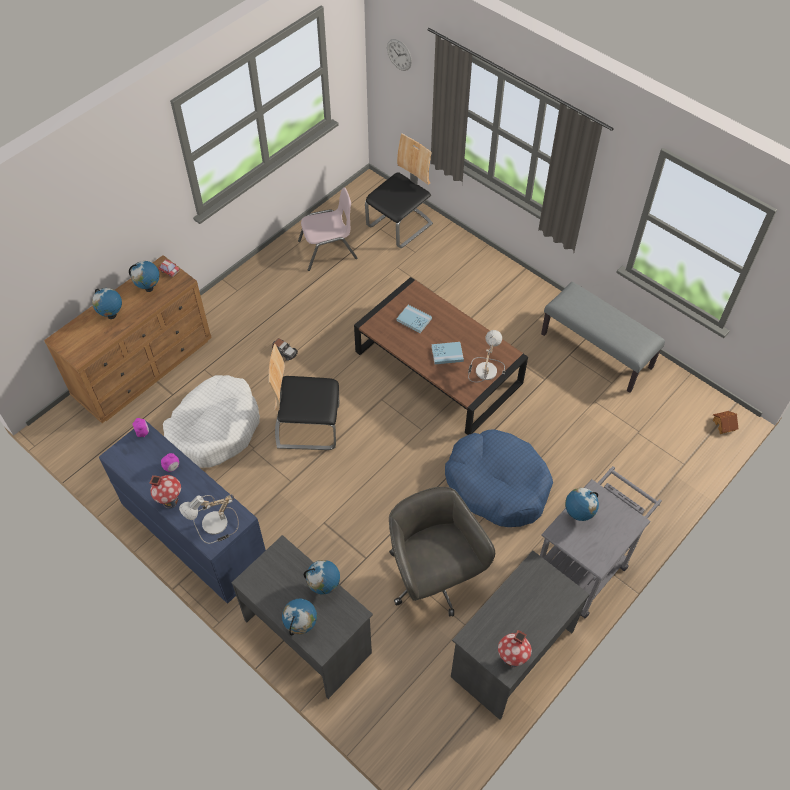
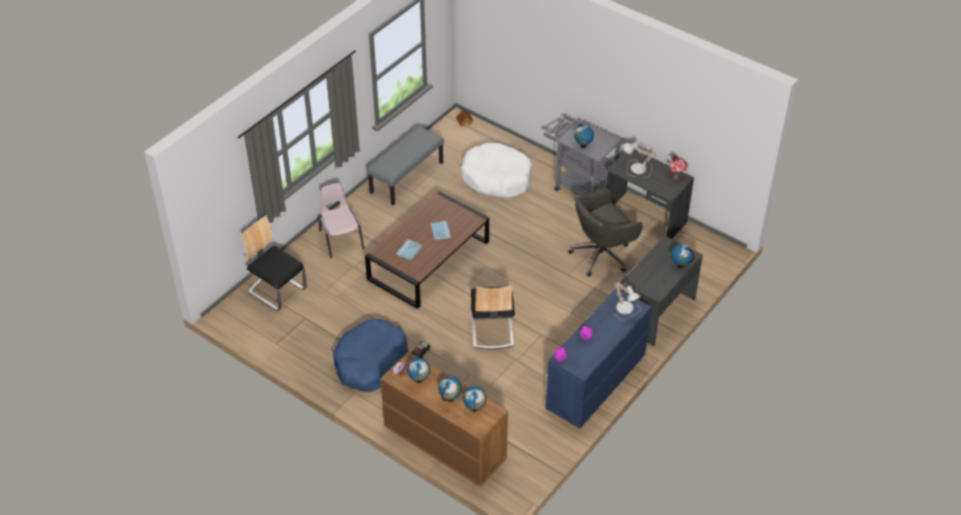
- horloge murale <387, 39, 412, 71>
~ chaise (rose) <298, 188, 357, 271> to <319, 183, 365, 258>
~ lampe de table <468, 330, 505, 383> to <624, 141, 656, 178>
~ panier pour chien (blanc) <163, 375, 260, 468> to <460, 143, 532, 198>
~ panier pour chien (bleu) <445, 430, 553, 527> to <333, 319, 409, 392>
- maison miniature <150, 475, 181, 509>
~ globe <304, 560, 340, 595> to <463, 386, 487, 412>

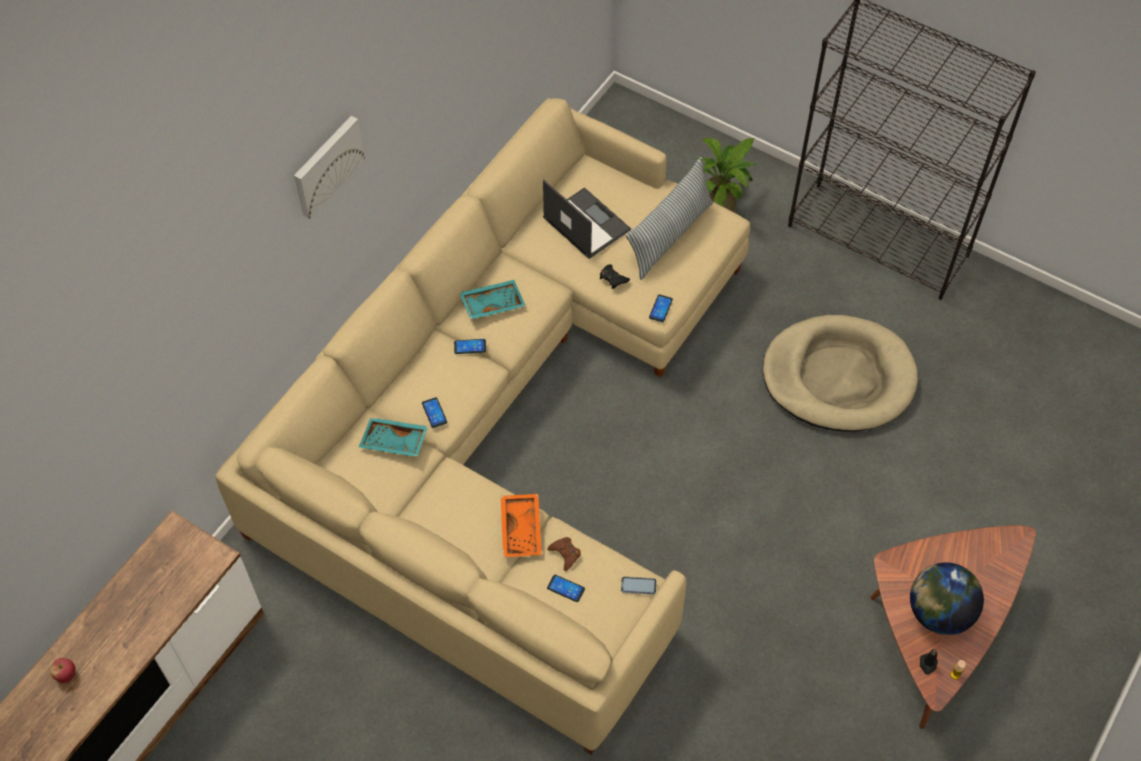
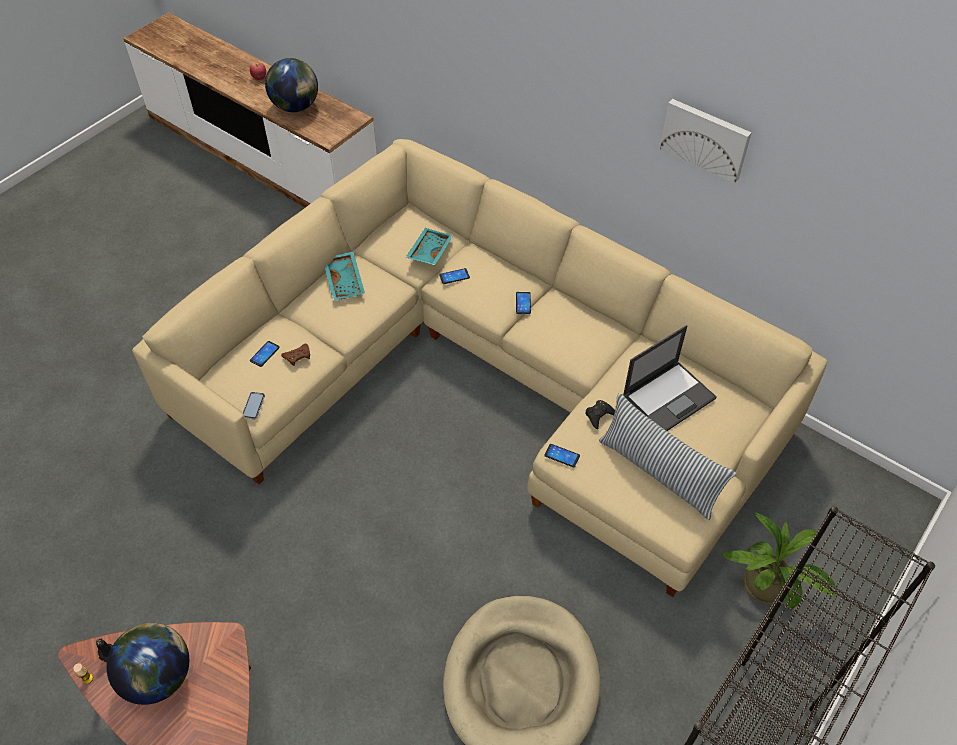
~ tableau <294, 116, 365, 219> to <660, 99, 752, 183>
~ plateau (turquoise) <460, 280, 526, 319> to <325, 252, 365, 301>
- plateau (orange) <501, 494, 542, 557>
+ globe <265, 58, 318, 112>

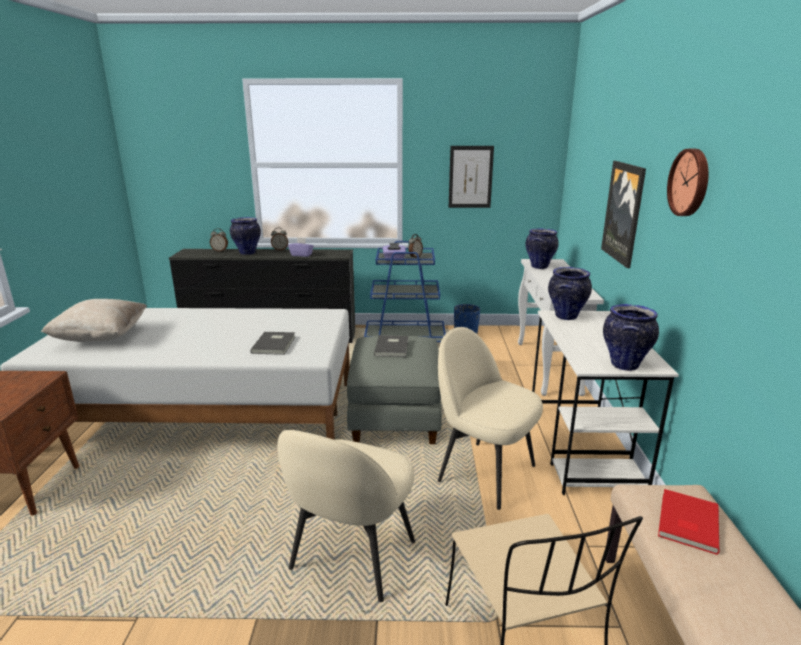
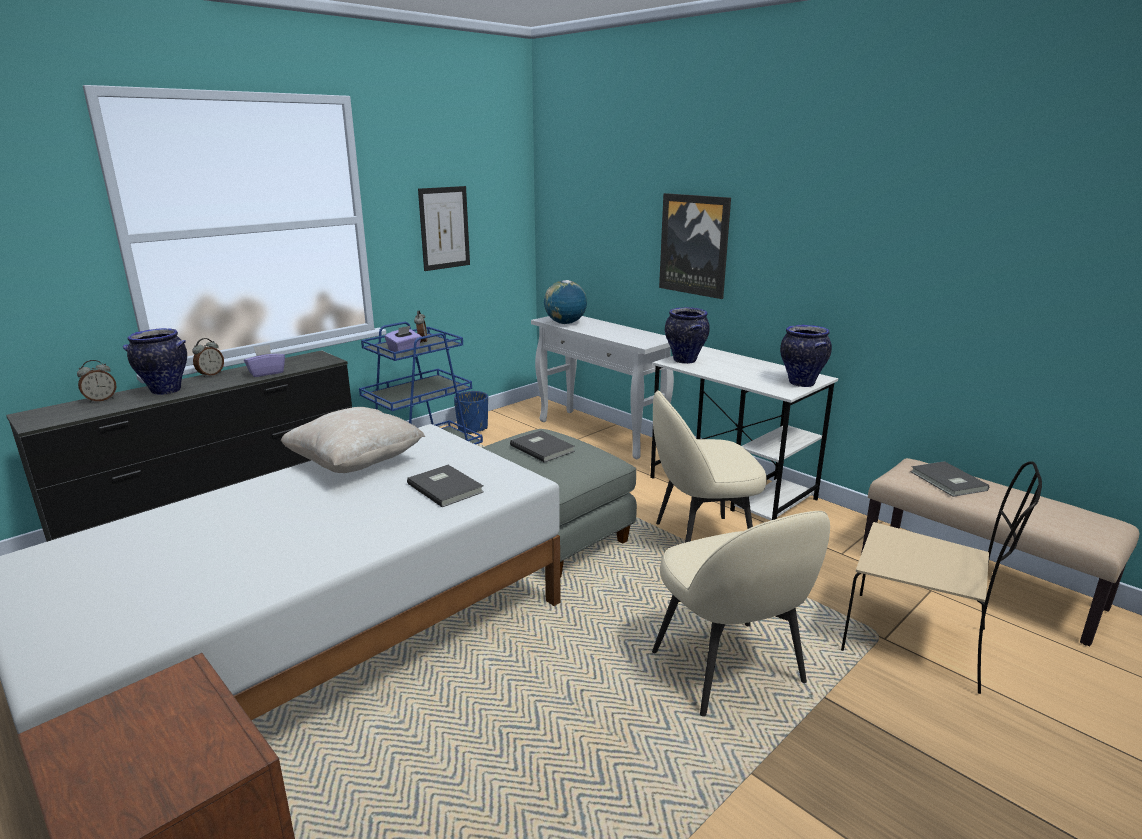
- horloge murale <667, 149, 709, 216>
~ vase <525, 228, 559, 269> to globe <544, 280, 587, 324>
~ coussin (beige) <41, 299, 147, 342> to <281, 407, 425, 473>
~ livre (rouge) <658, 489, 719, 555> to livre (gris) <911, 461, 989, 497>

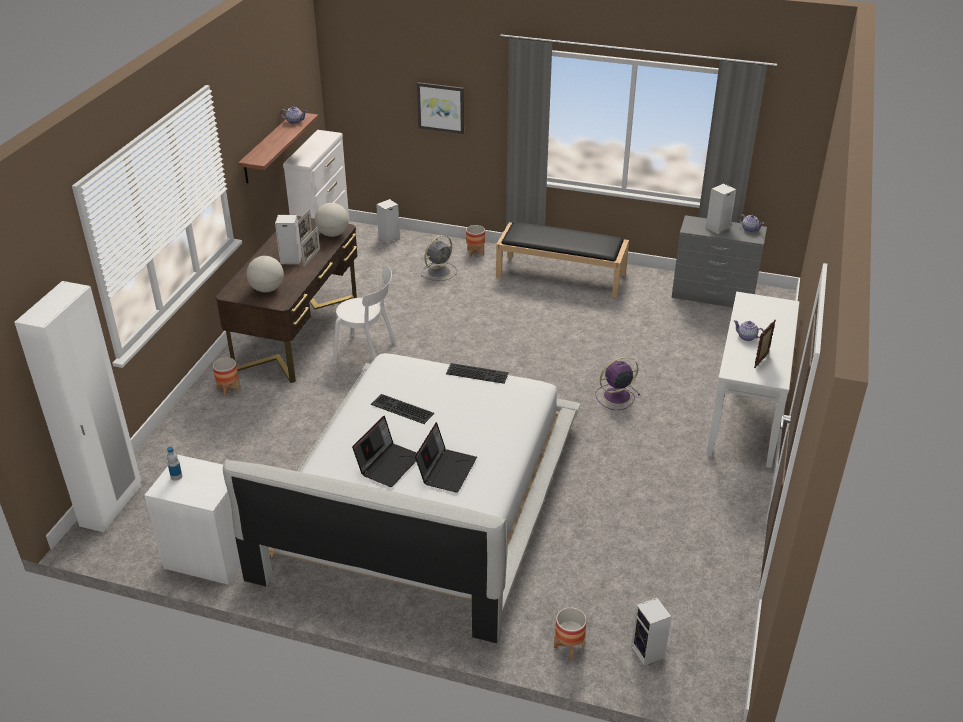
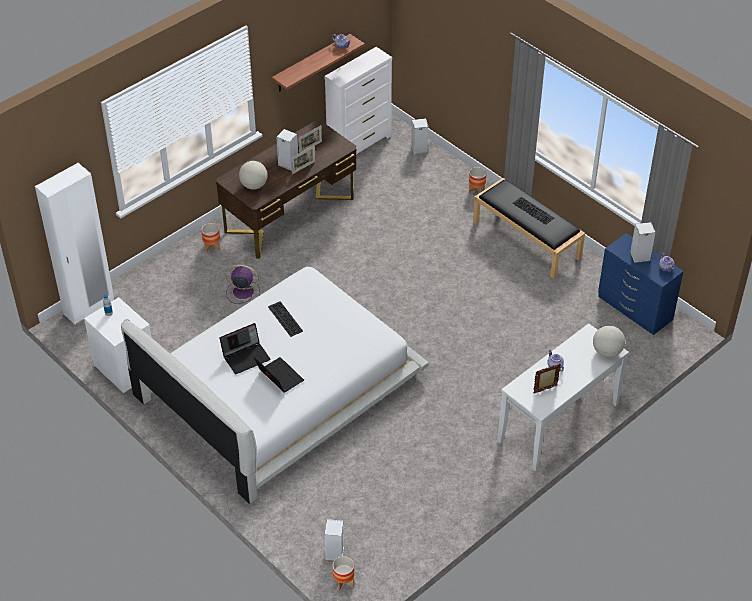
- tableau <417, 82, 464, 134>
~ globe <315, 203, 349, 237> to <593, 326, 625, 358>
~ commode (gris) <672, 215, 767, 307> to commode (bleu) <598, 233, 684, 335>
- ventilateur (gris) <420, 235, 457, 281>
- chaise (blanc) <333, 265, 396, 364>
~ ventilateur (violet) <596, 356, 640, 410> to <225, 264, 260, 304>
~ clavier <446, 363, 509, 384> to <513, 197, 554, 225>
~ ordinateur portable <415, 422, 477, 493> = <254, 357, 304, 393> 90 degrees counterclockwise
~ cache-pot <554, 607, 587, 659> to <332, 556, 354, 591>

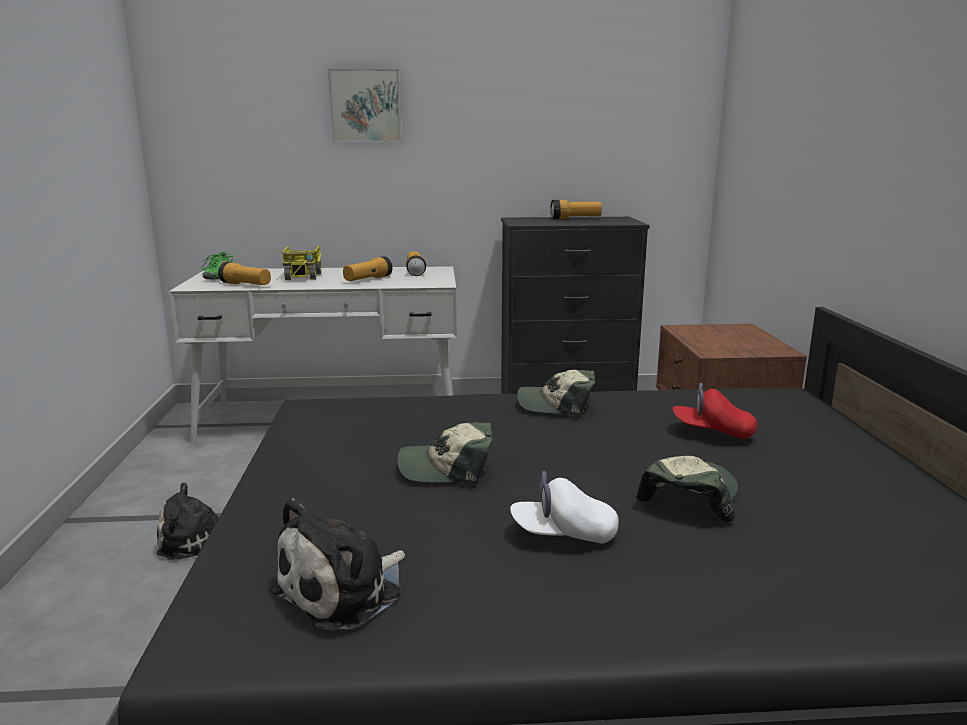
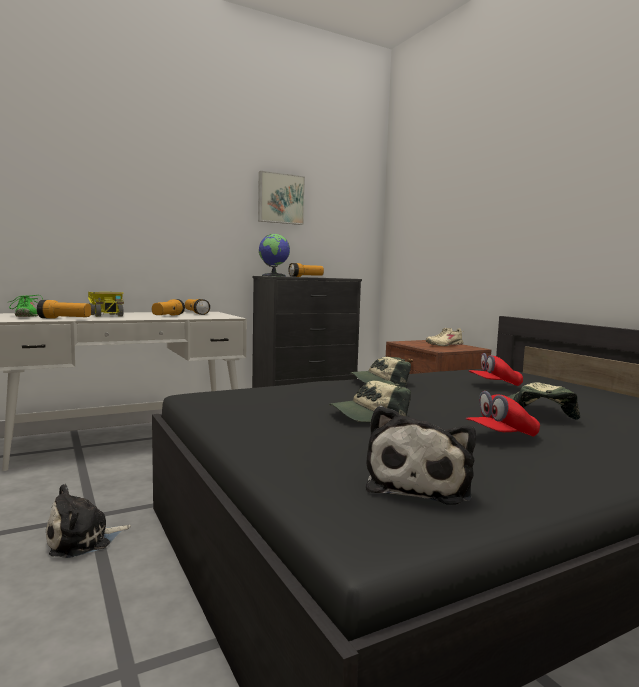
~ tableau <328, 69, 401, 142> to <258, 171, 305, 225>
~ casquette (blanc) <510, 471, 619, 544> to casquette (rouge) <465, 391, 540, 437>
+ globe <259, 234, 290, 277>
+ chaussure (beige) <426, 328, 464, 346>

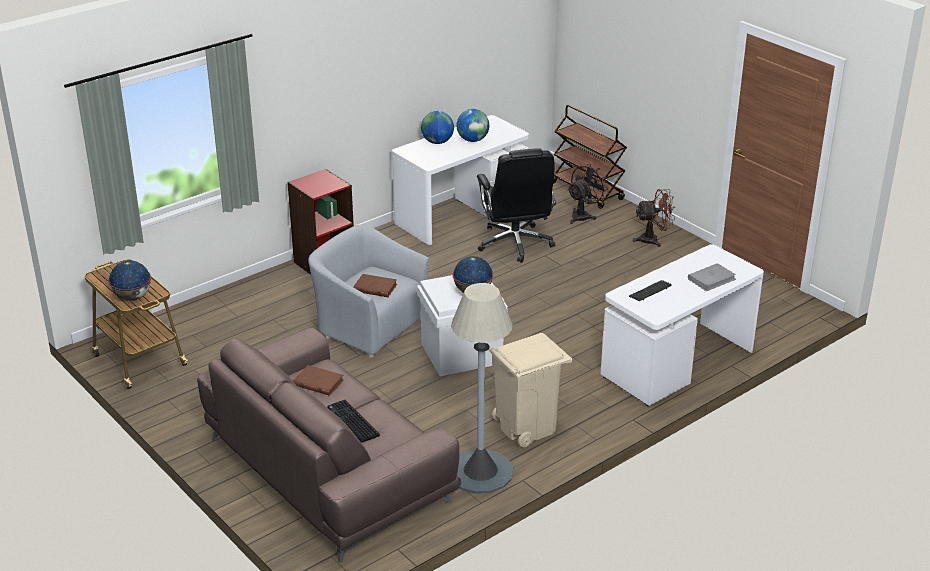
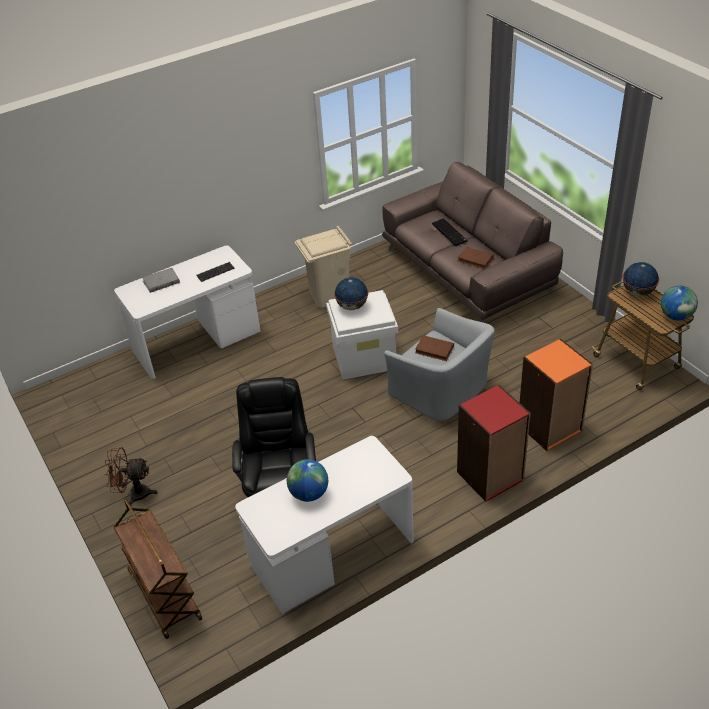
~ globe <421, 111, 454, 144> to <661, 286, 698, 321>
- ventilateur (noir) <567, 163, 608, 224>
- lampadaire (gris) <451, 283, 513, 494>
+ bibliothèque (orange) <520, 338, 593, 451>

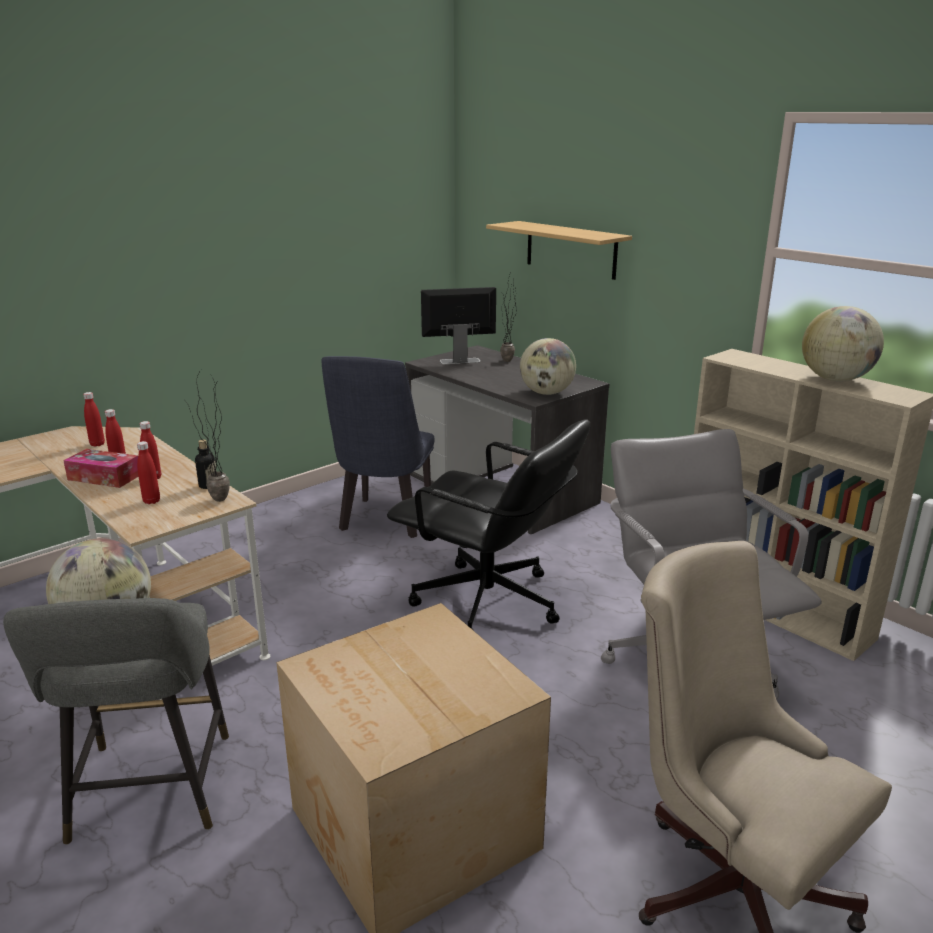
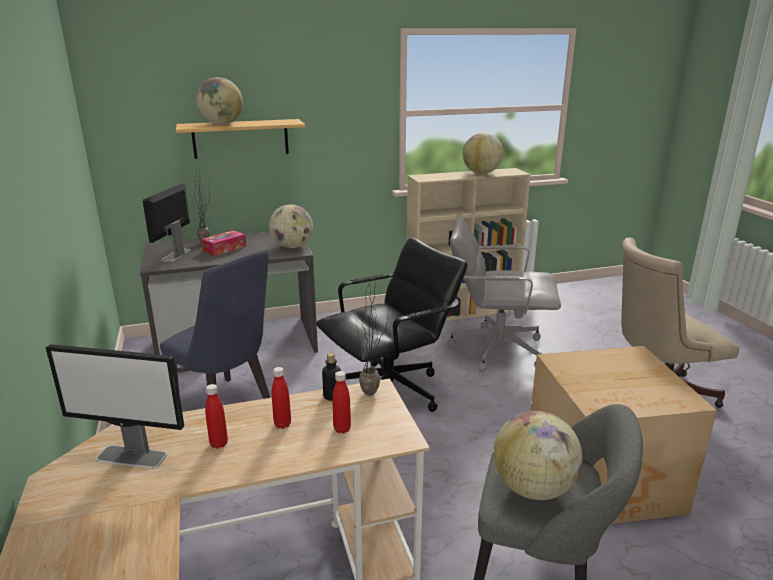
~ bouteille (rouge) <83, 392, 105, 447> to écran d'ordinateur <46, 344, 184, 469>
~ boîte à mouchoirs <63, 449, 139, 488> to <202, 230, 246, 256>
+ globe <196, 77, 243, 125>

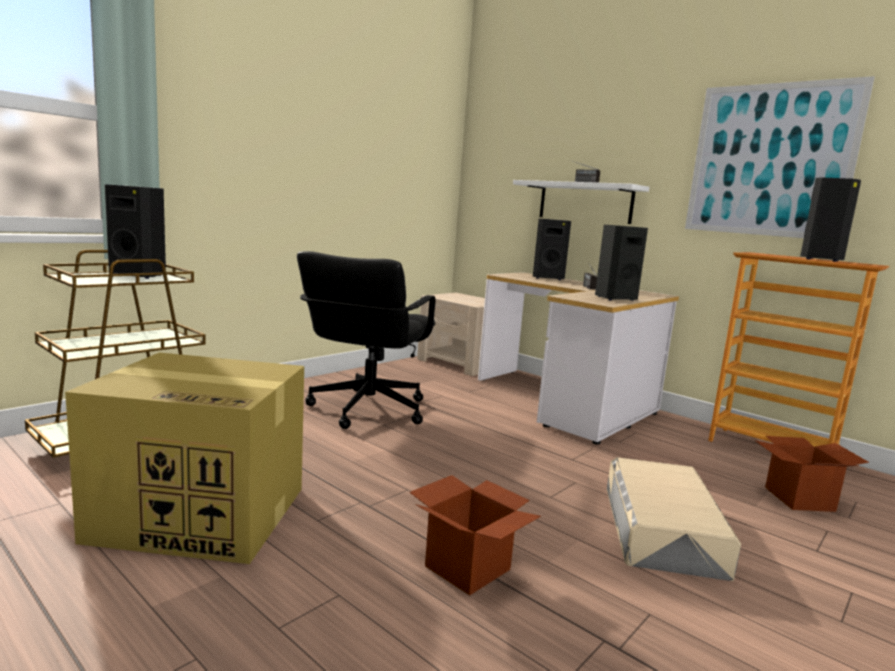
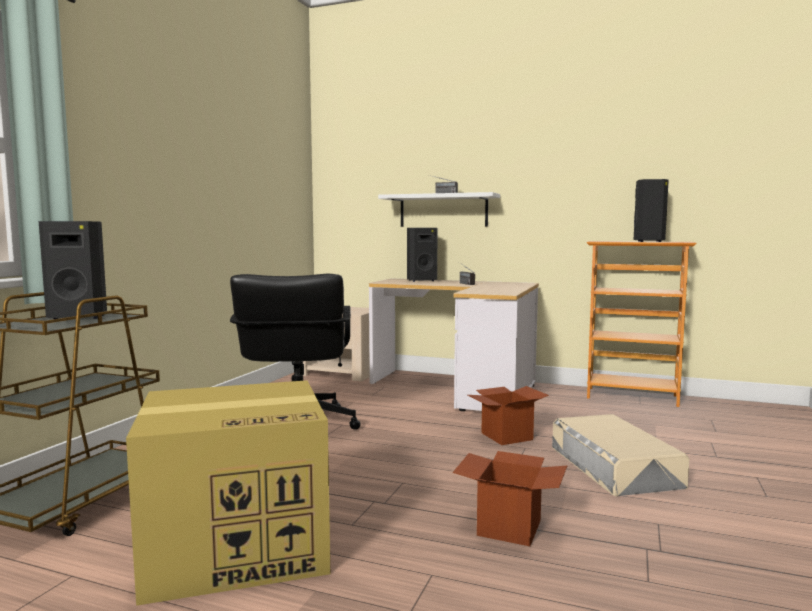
- tableau <685, 76, 875, 238>
- enceinte (noir) <595, 225, 648, 301>
~ carton <754, 436, 869, 512> to <468, 386, 549, 445>

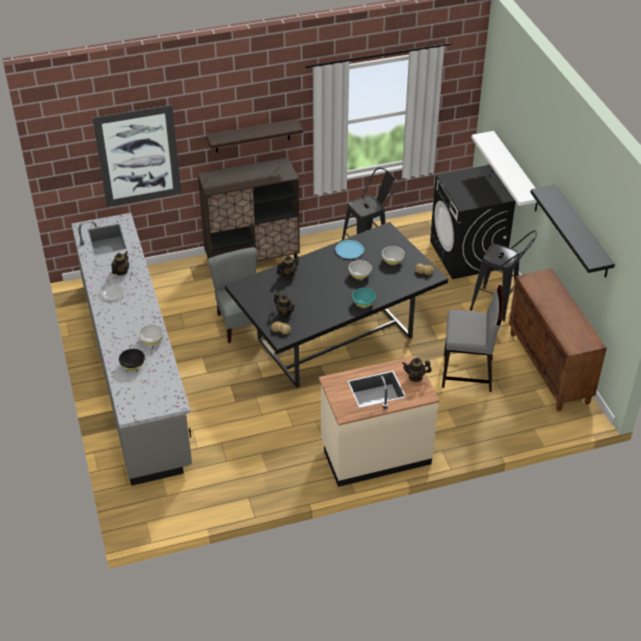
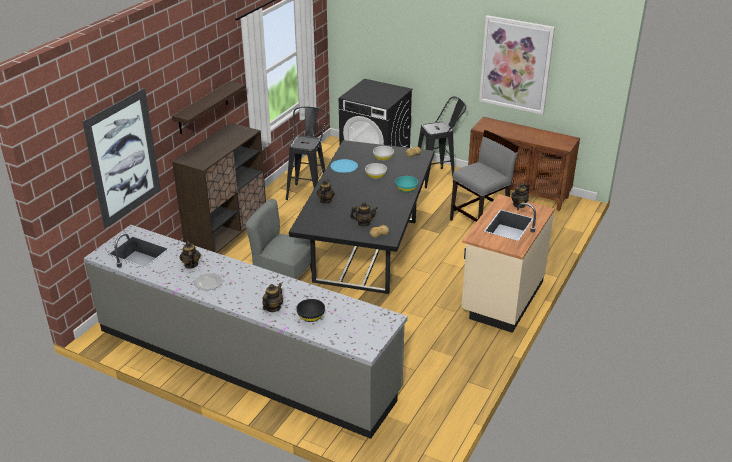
- étagère (blanc) <471, 131, 538, 211>
~ étagère (noir) <530, 185, 615, 278> to tableau <479, 15, 555, 115>
- bol (blanc) <138, 324, 163, 345>
+ théière <262, 283, 283, 312>

